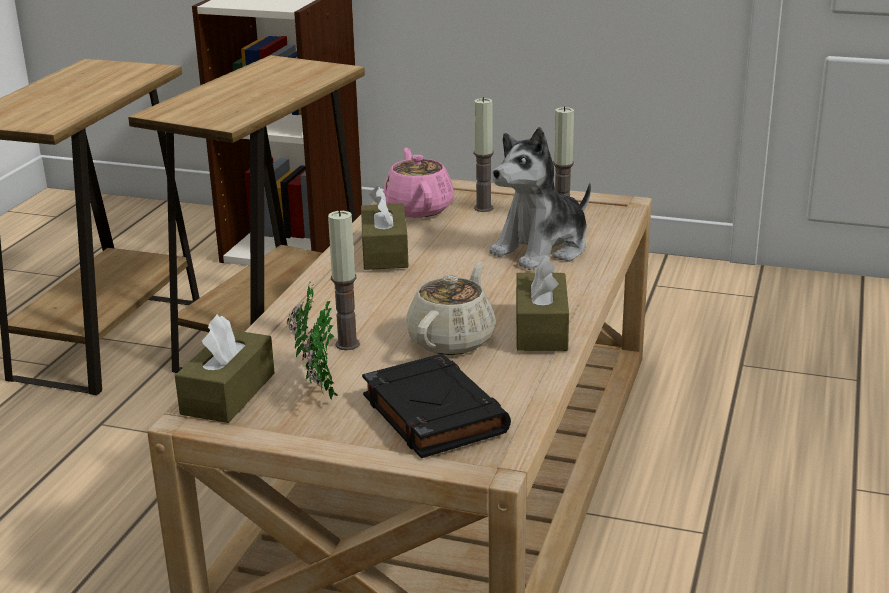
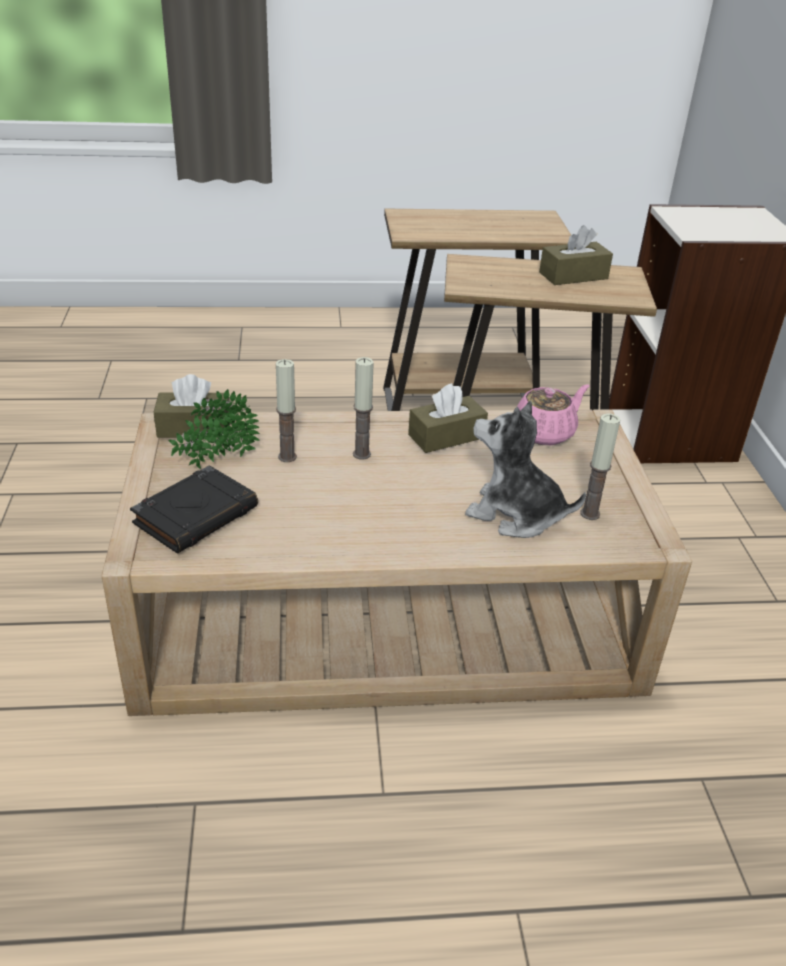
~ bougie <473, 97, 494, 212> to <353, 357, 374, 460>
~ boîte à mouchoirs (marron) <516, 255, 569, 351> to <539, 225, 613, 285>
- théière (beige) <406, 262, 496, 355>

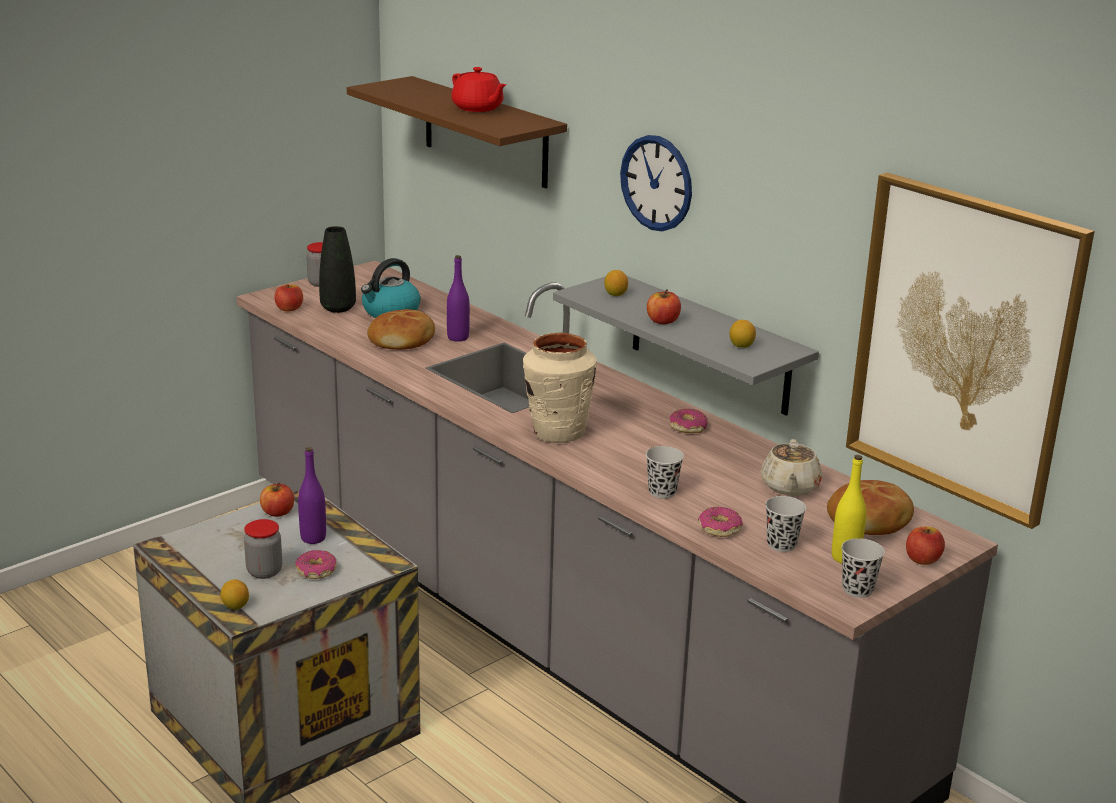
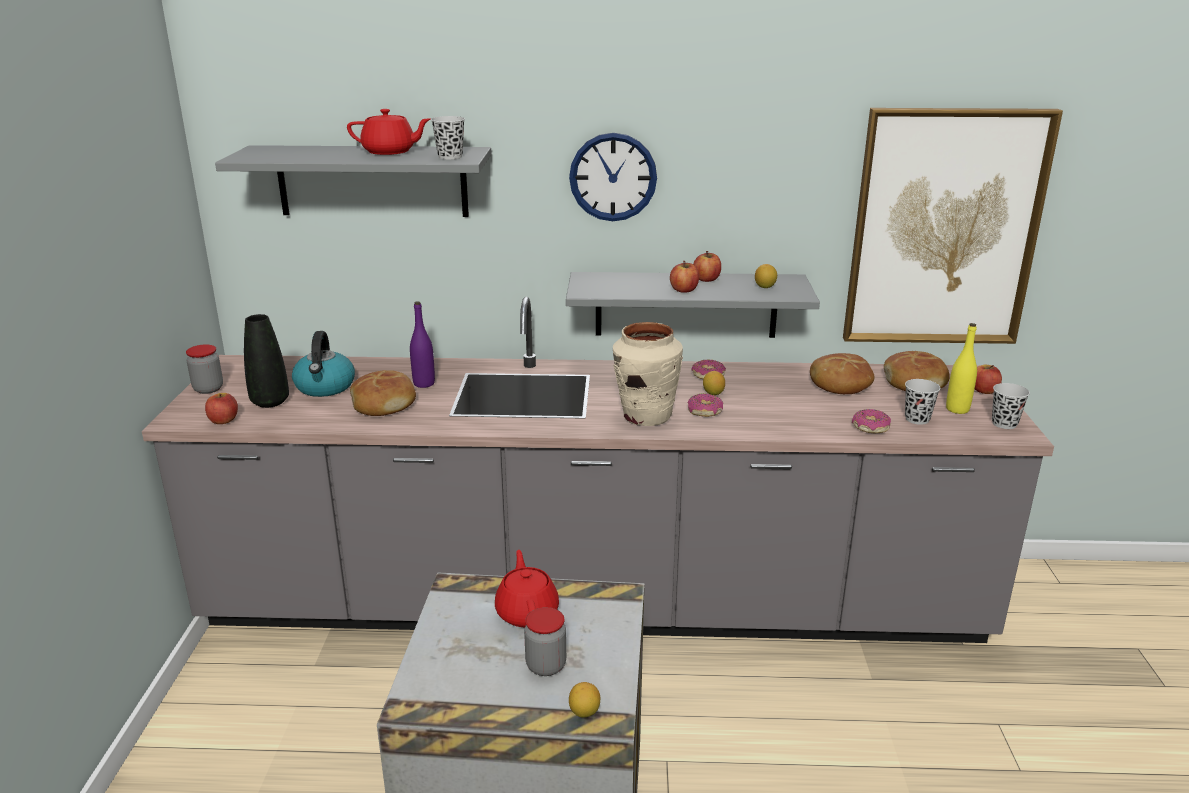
~ étagère (marron) <347, 76, 567, 189> to étagère (gris) <215, 145, 491, 217>
~ citron <604, 270, 628, 296> to <703, 371, 725, 395>
~ théière (beige) <761, 439, 822, 496> to pain <810, 353, 875, 394>
~ tasse (noir) <646, 446, 684, 499> to <431, 116, 465, 159>
~ bouteille (violet) <298, 447, 326, 544> to théière (rouge) <495, 550, 559, 628>
~ pomme <260, 482, 294, 517> to <693, 251, 721, 282>
~ beignet <295, 550, 337, 579> to <687, 394, 723, 417>

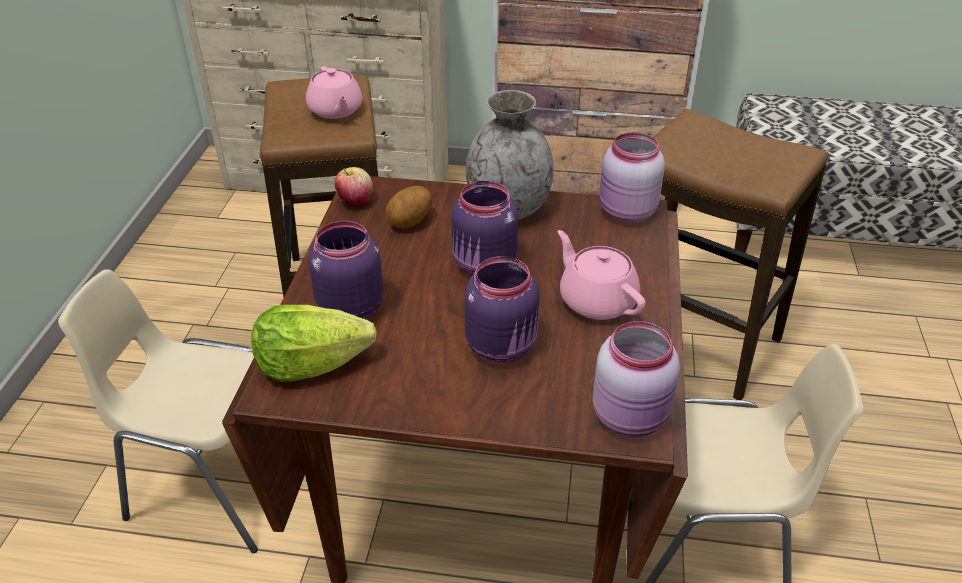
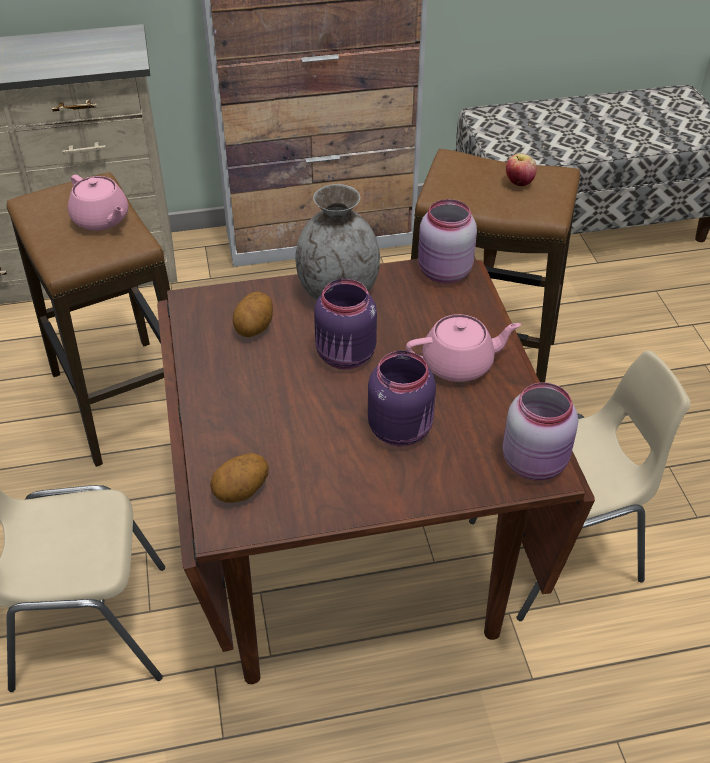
~ pomme <334, 167, 373, 207> to <506, 153, 537, 186>
- bocal (violet) <308, 221, 383, 319>
~ théière (rose) <557, 230, 646, 320> = <406, 314, 521, 382> 135 degrees clockwise
~ laitue <251, 305, 377, 382> to pomme de terre <210, 453, 269, 503>

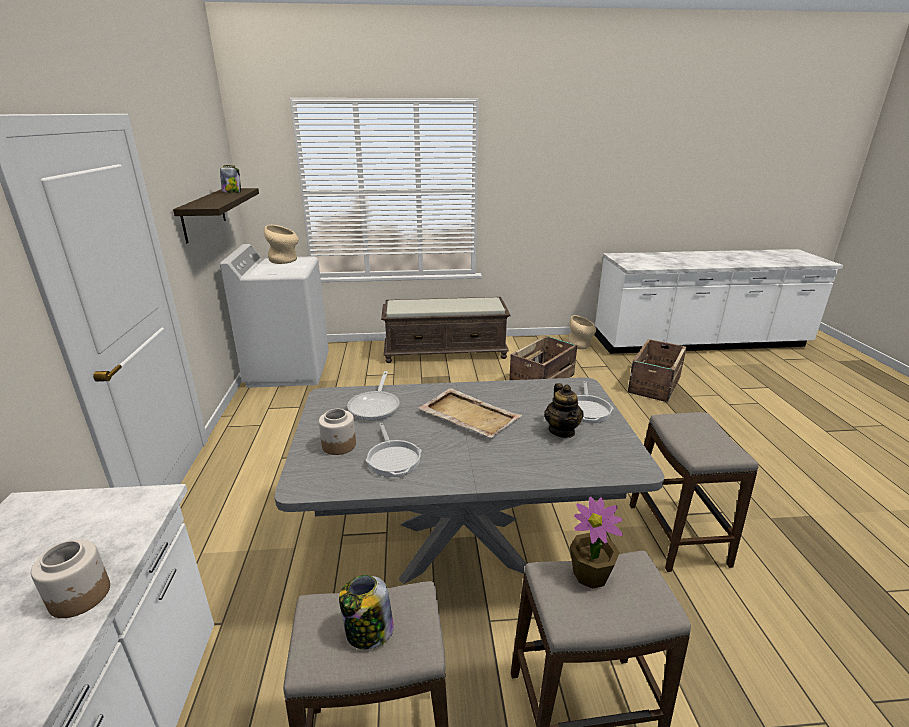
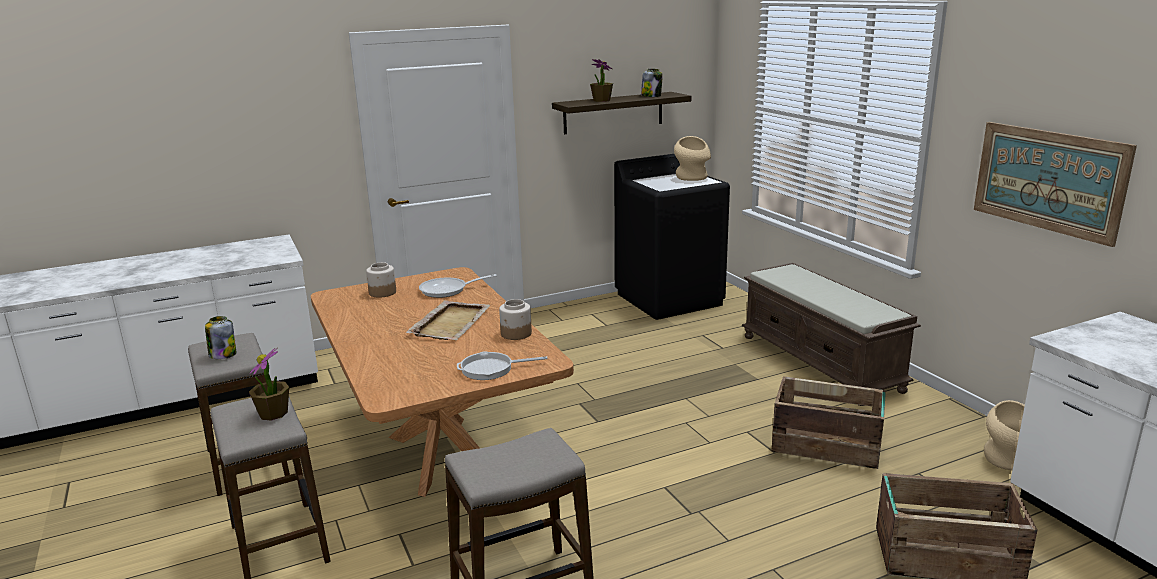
~ lave-linge (blanc) <220, 244, 329, 388> to lave-linge (noir) <614, 154, 730, 320>
~ table à manger (gris) <275, 377, 665, 584> to table à manger (marron) <311, 267, 574, 497>
- théière <544, 383, 584, 438>
- poêle <366, 423, 421, 477>
~ bocal <31, 540, 110, 618> to <499, 299, 532, 340>
+ plante en pot <590, 59, 613, 102>
+ tableau <974, 122, 1137, 247>

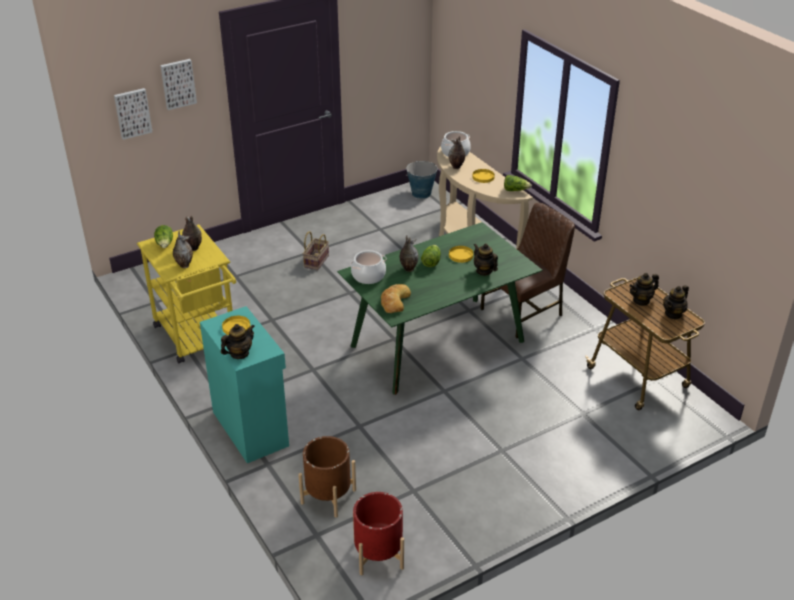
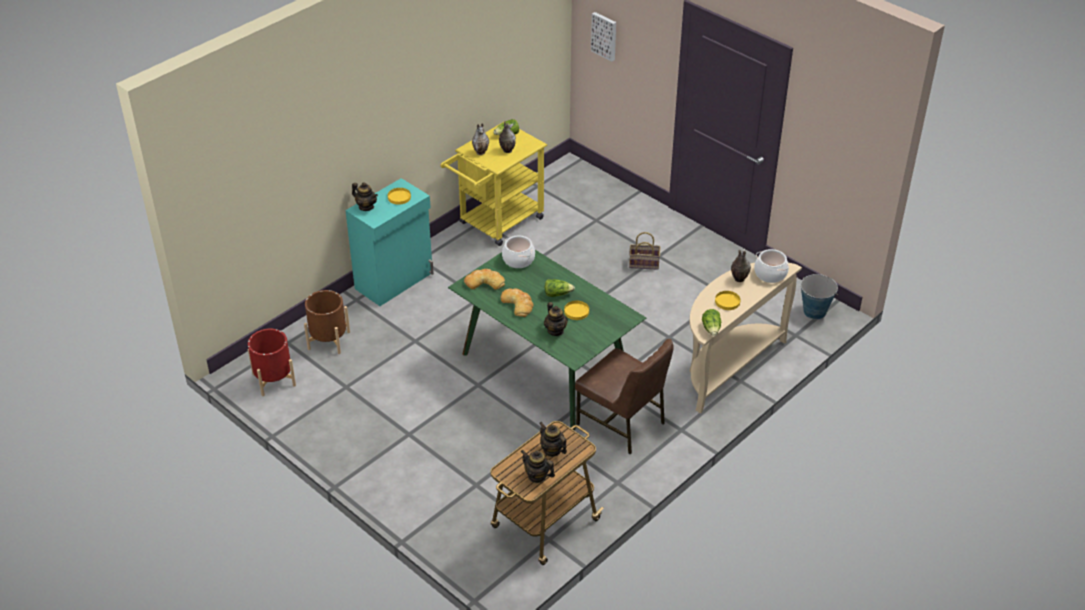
- tableau <160, 59, 197, 110>
- vase <400, 235, 418, 272>
~ théière <474, 243, 498, 276> = <544, 302, 568, 336> 120 degrees clockwise
+ pain <501, 288, 533, 317>

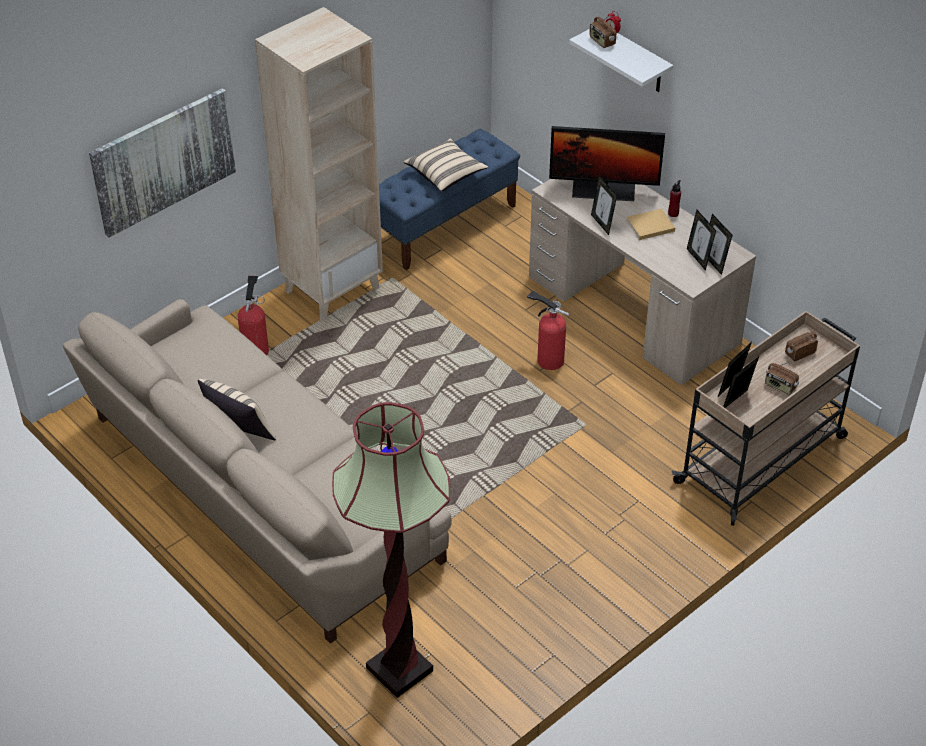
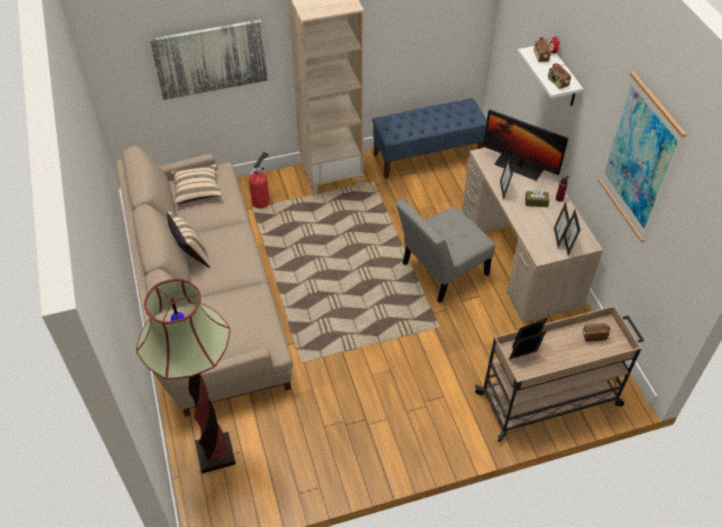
~ coussin (beige) <404, 138, 488, 191> to <171, 164, 222, 204>
~ livre (beige) <626, 209, 675, 240> to boîte à mouchoirs (marron) <525, 188, 549, 207>
~ extincteur <527, 291, 569, 370> to chaise (gris) <396, 199, 495, 303>
~ radio <765, 361, 799, 395> to <548, 63, 571, 89>
+ tableau <598, 72, 687, 243>

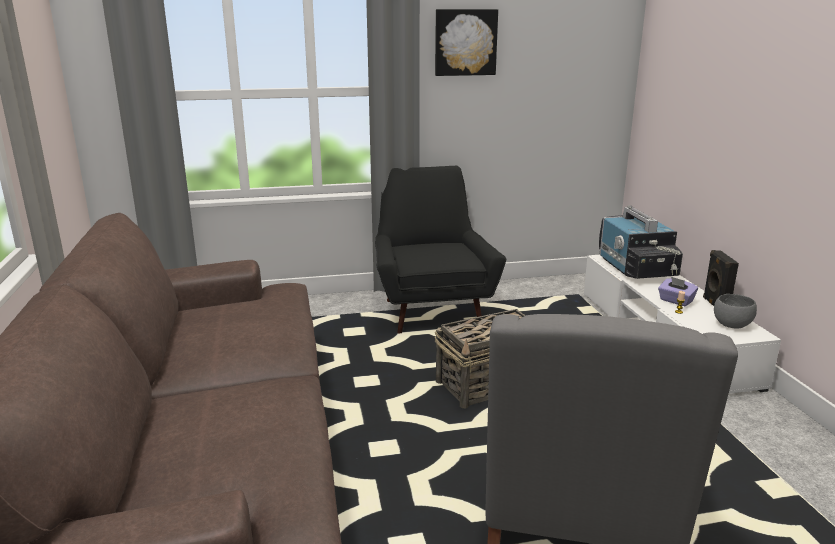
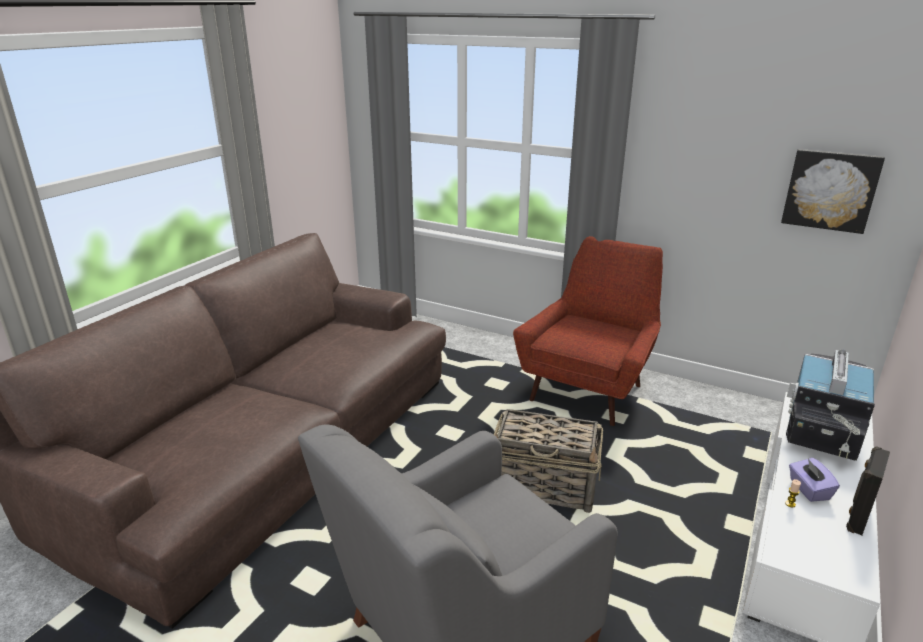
~ tableau <435, 9, 498, 76> to <781, 149, 885, 234>
~ fauteuil (noir) <375, 166, 506, 334> to fauteuil (rouge) <513, 236, 663, 426>
- bol (gris) <714, 294, 757, 328>

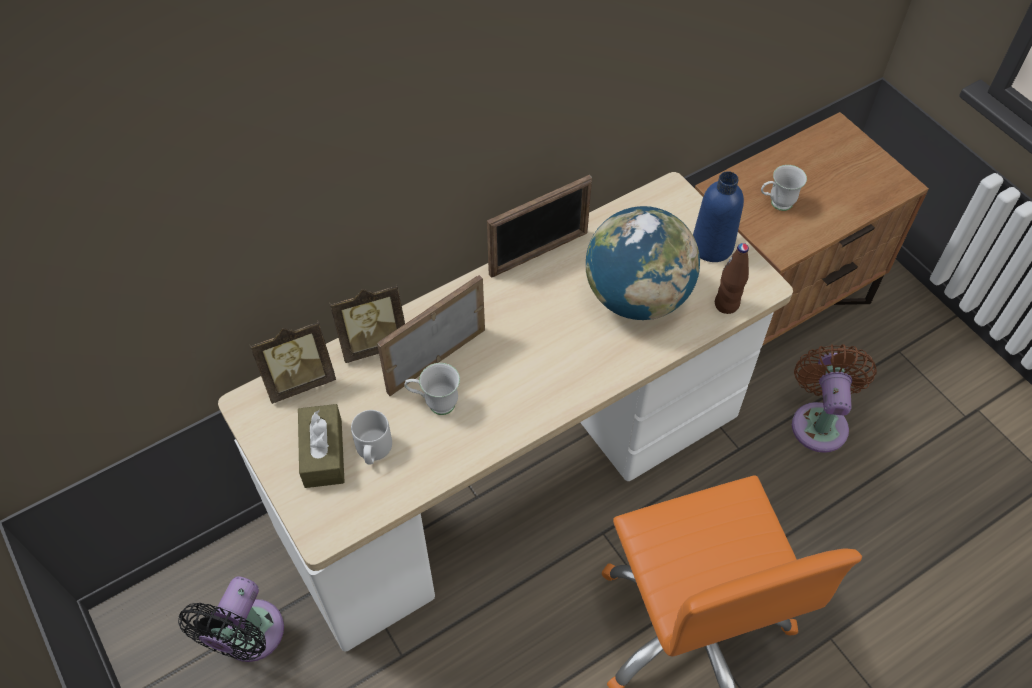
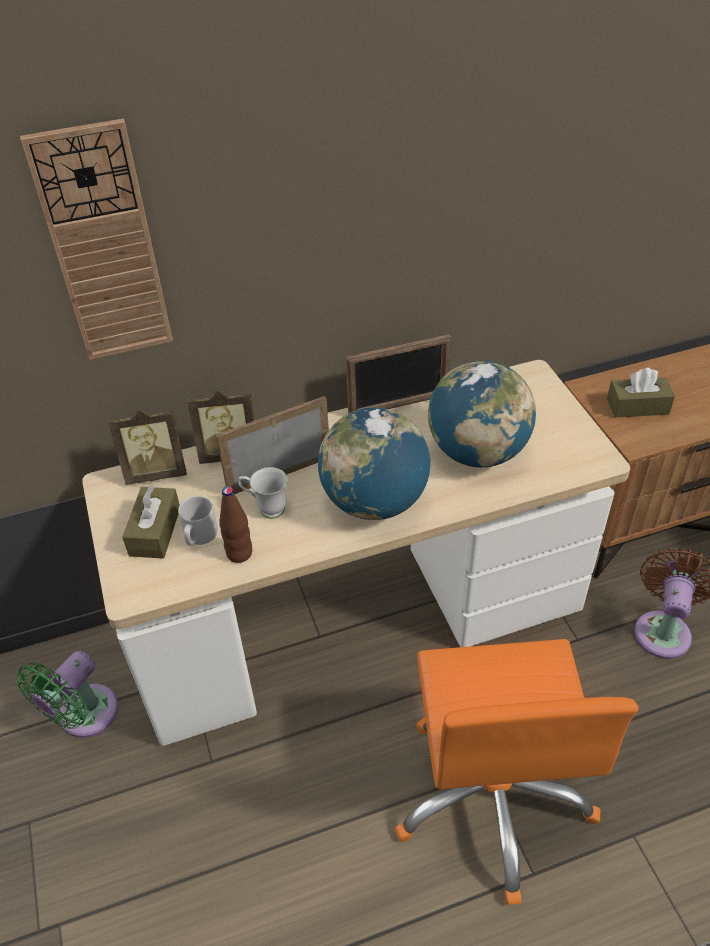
~ mug (blanc) <761, 165, 807, 211> to boîte à mouchoirs (marron) <607, 368, 675, 418>
- bouteille (bleu) <693, 171, 744, 262>
~ bouteille (marron) <715, 243, 749, 314> to <219, 486, 252, 563>
~ ventilateur (noir) <178, 576, 284, 662> to ventilateur (vert) <16, 651, 118, 738>
+ horloge murale <20, 119, 173, 360>
+ globe <318, 408, 430, 520>

